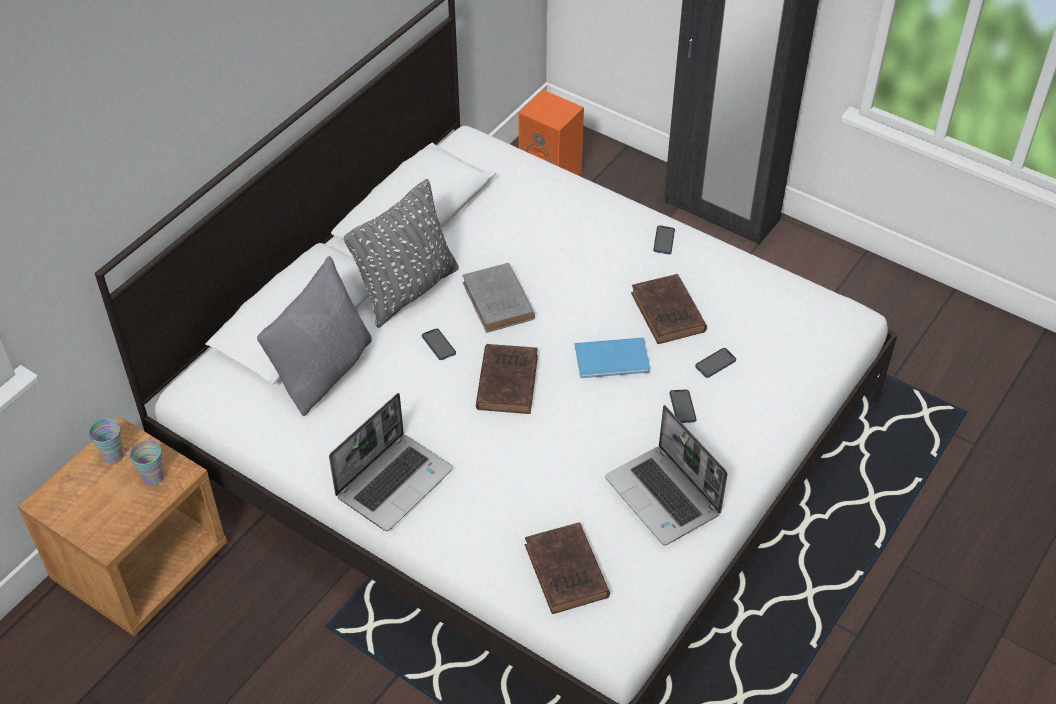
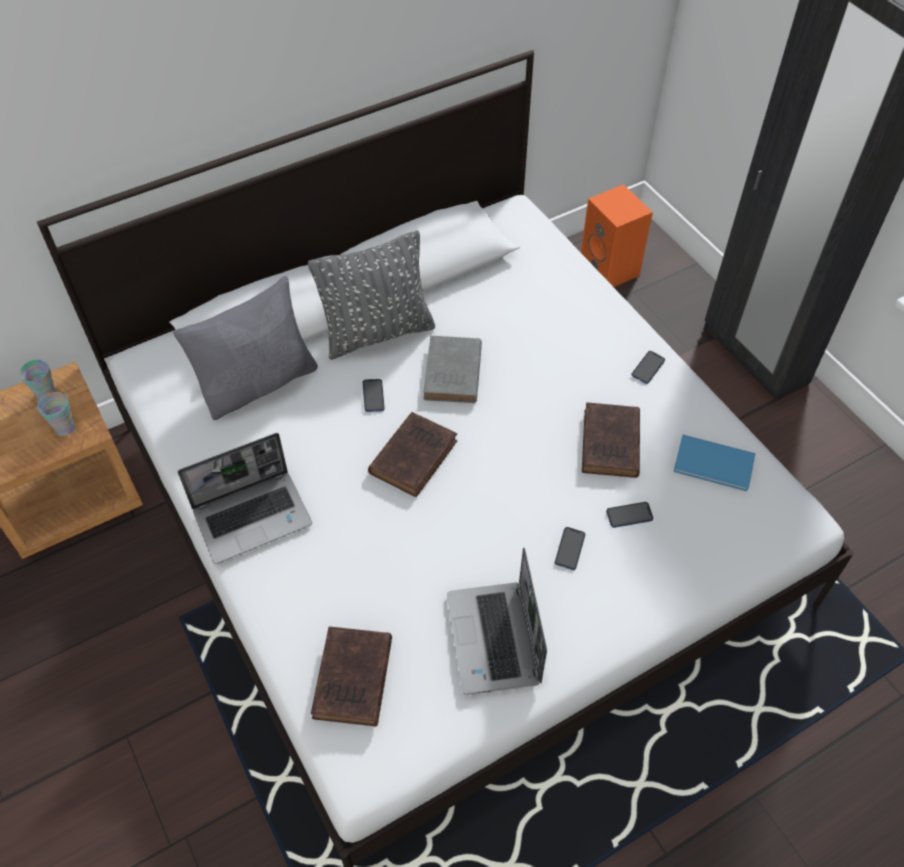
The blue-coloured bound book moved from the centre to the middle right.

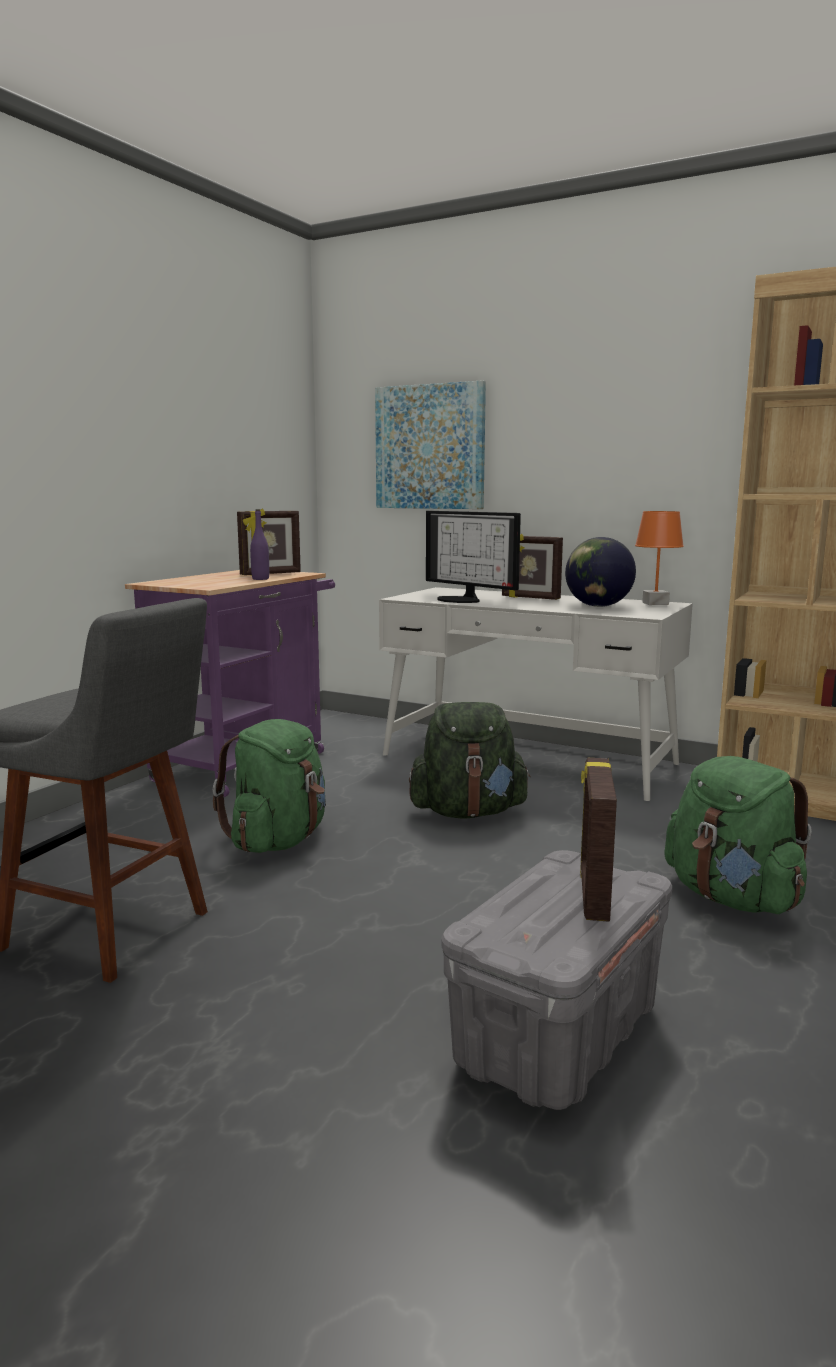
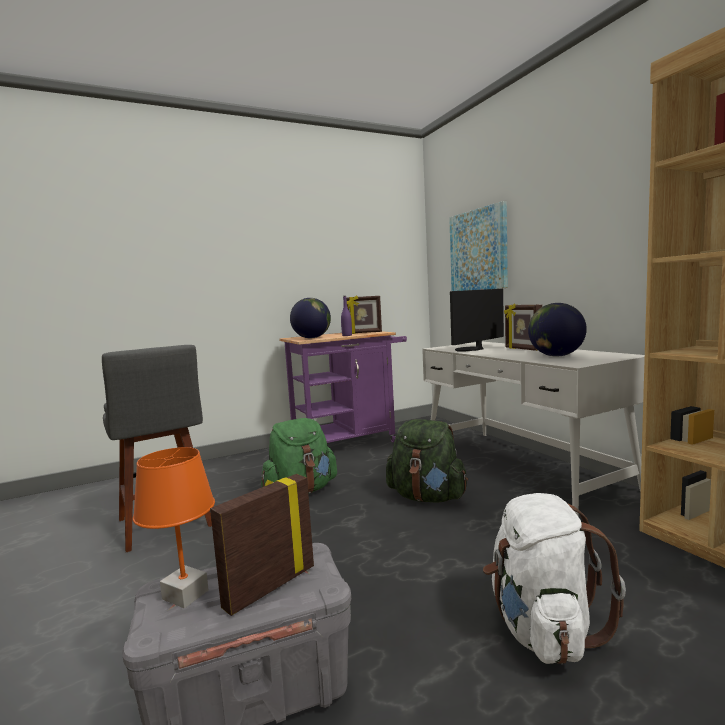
The computer display at the centre turned 60 degrees clockwise.
The orangey table lamp moved from the middle right to the bottom left.
The green knapsack (no. 3 from left) at the middle right became the white knapsack at the bottom right.
The globe (no. 1 from left) at the centre appeared.

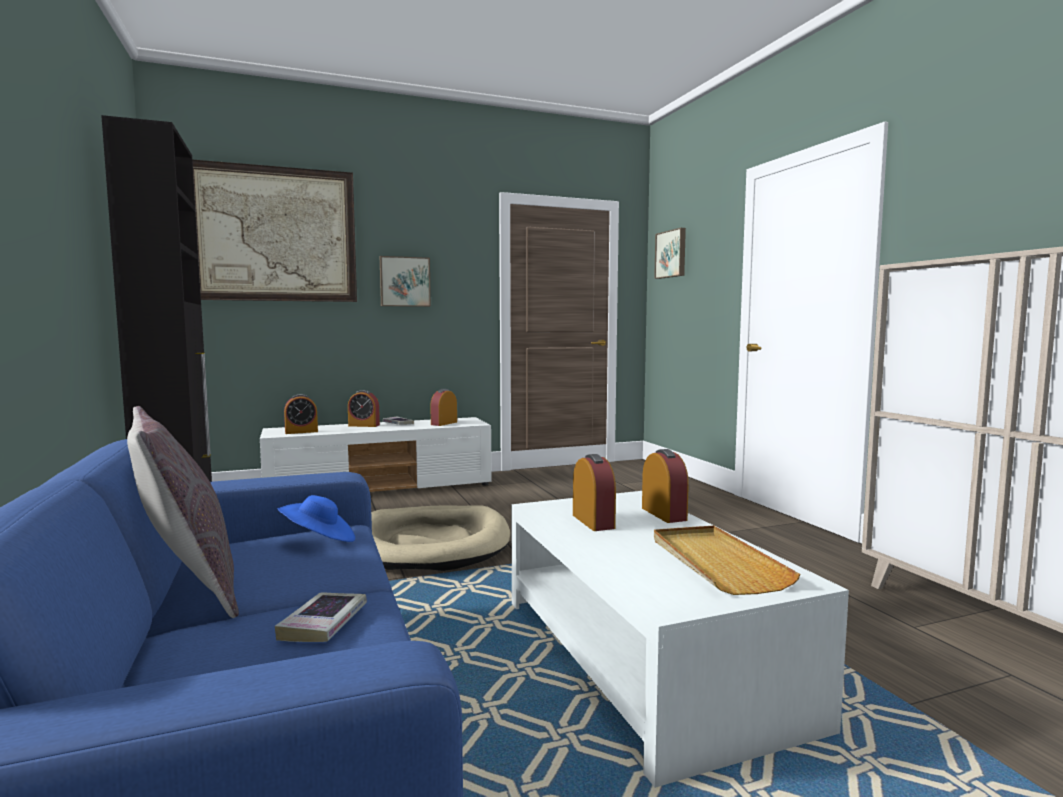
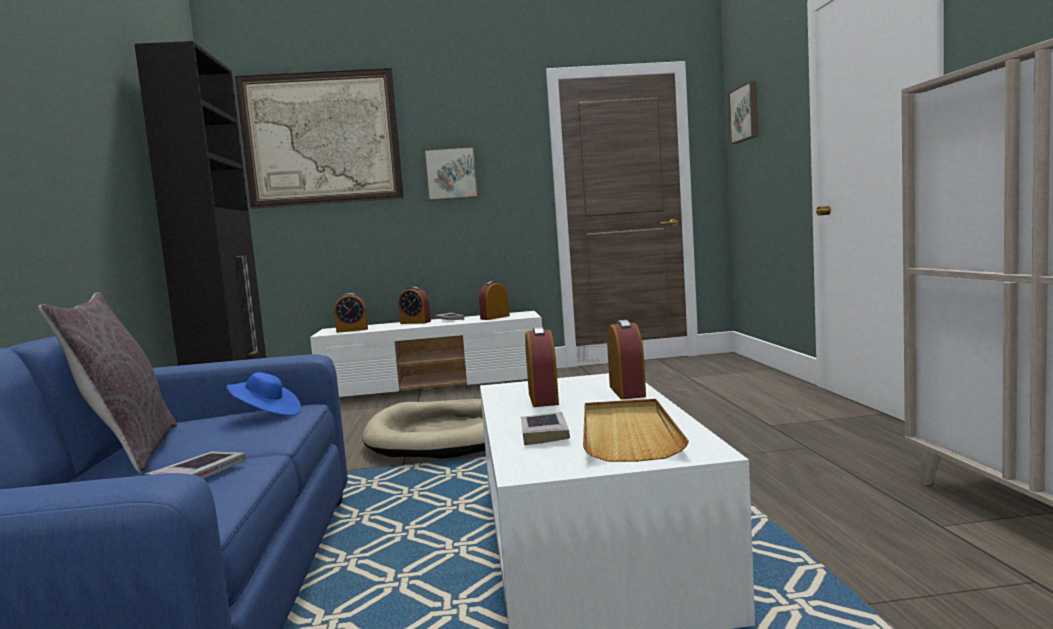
The bound book (no. 3 from left) at the bottom centre appeared.

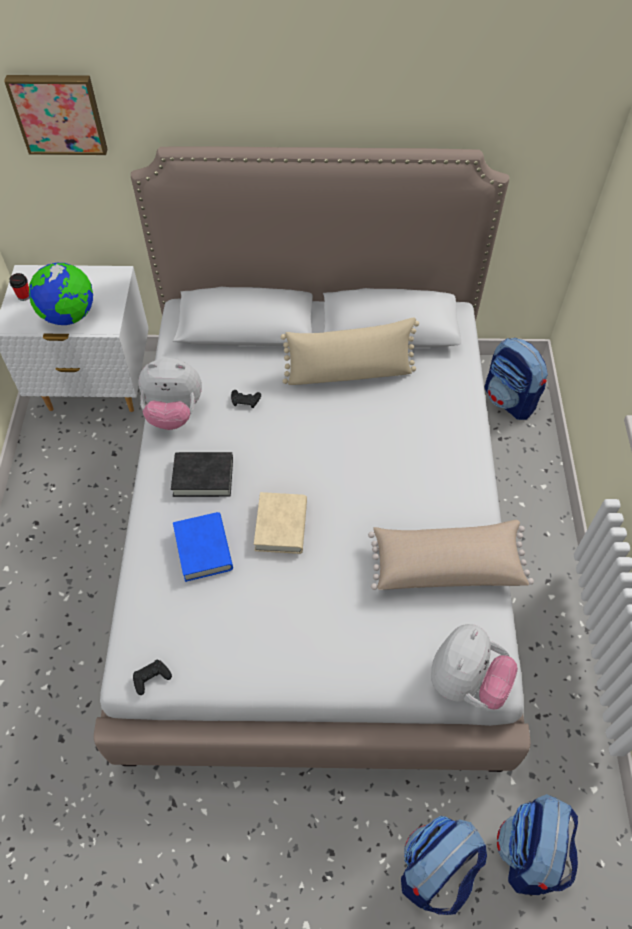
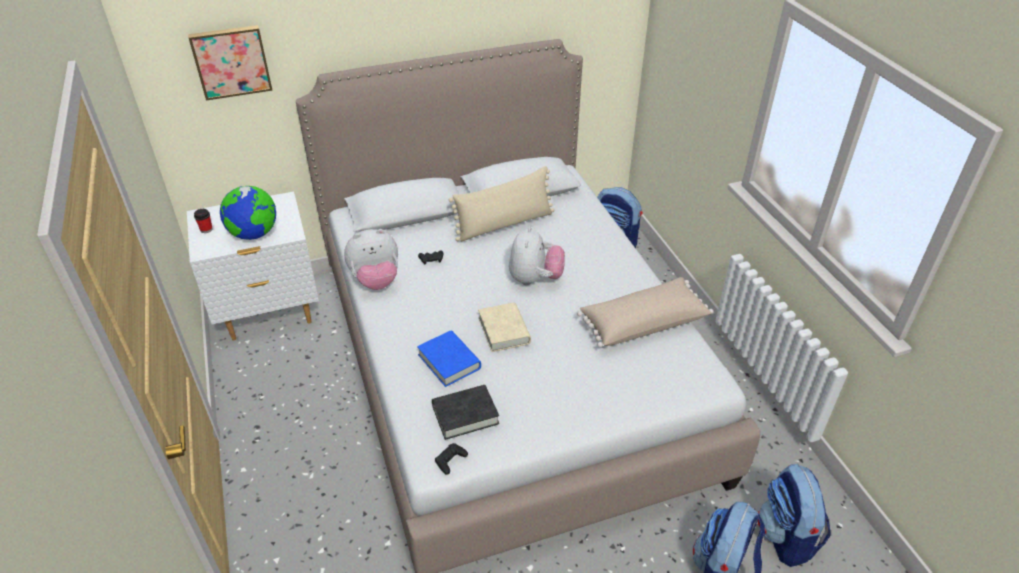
The blackish bound book moved from the middle left to the bottom centre.
The plush toy (no. 2 from left) moved from the bottom right to the centre.

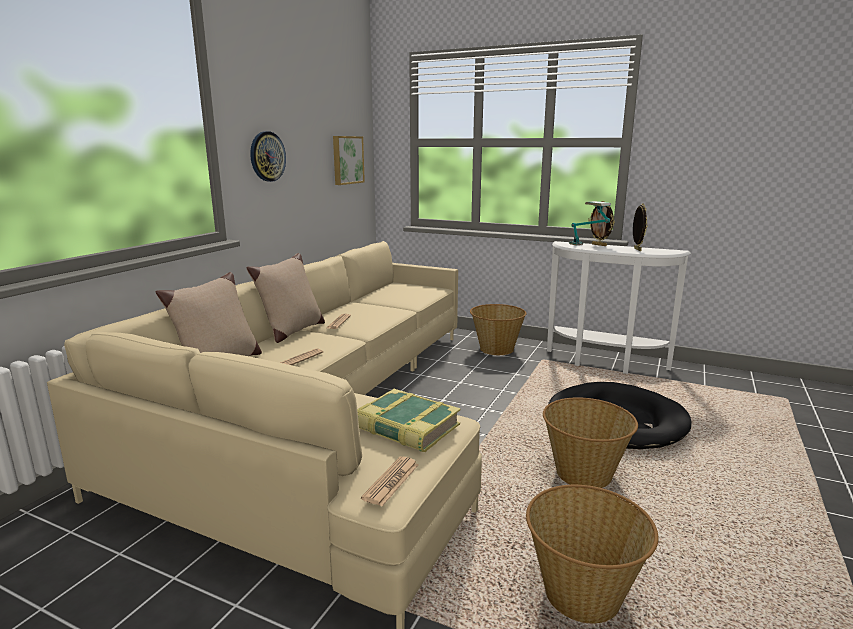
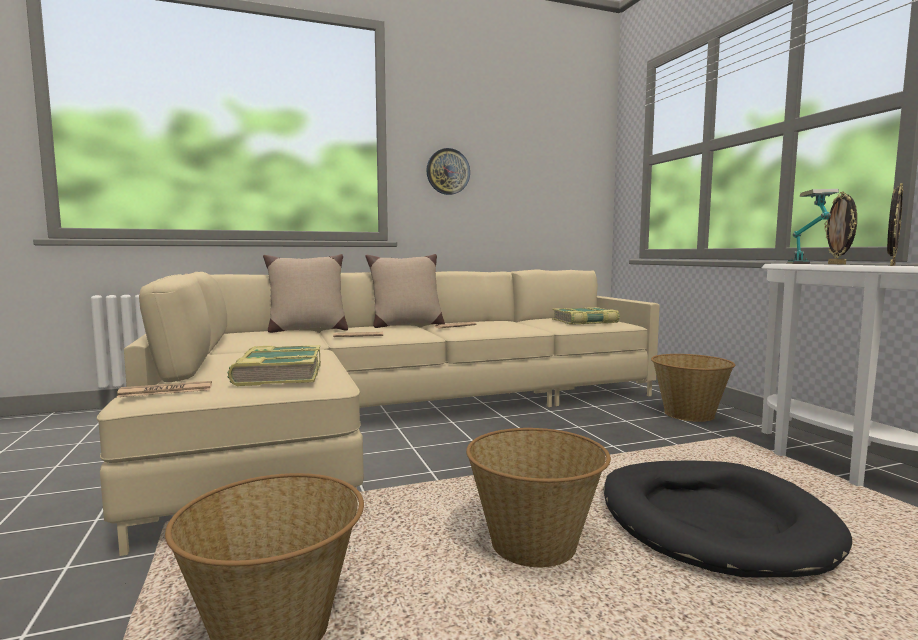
The picture at the top centre disappeared.
The bound book (no. 2 from left) at the centre appeared.

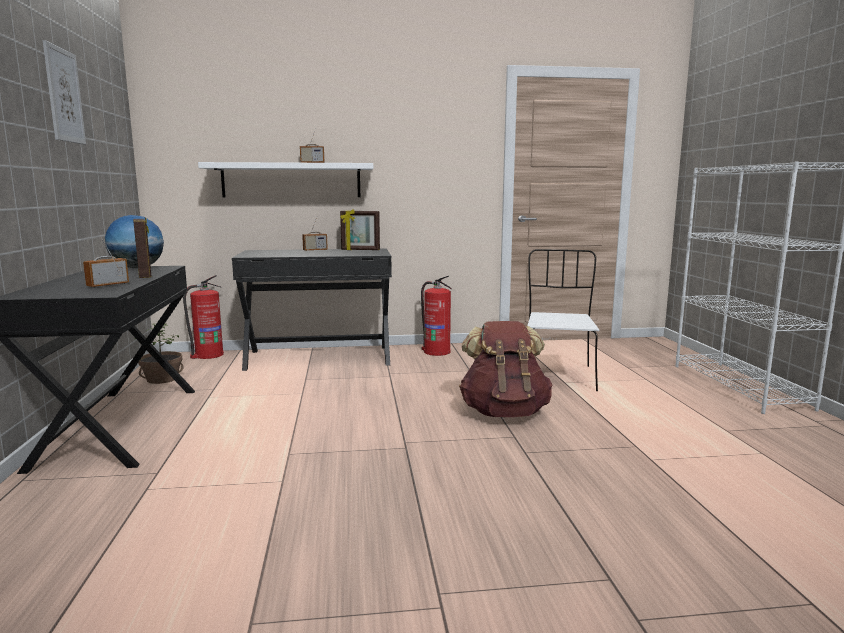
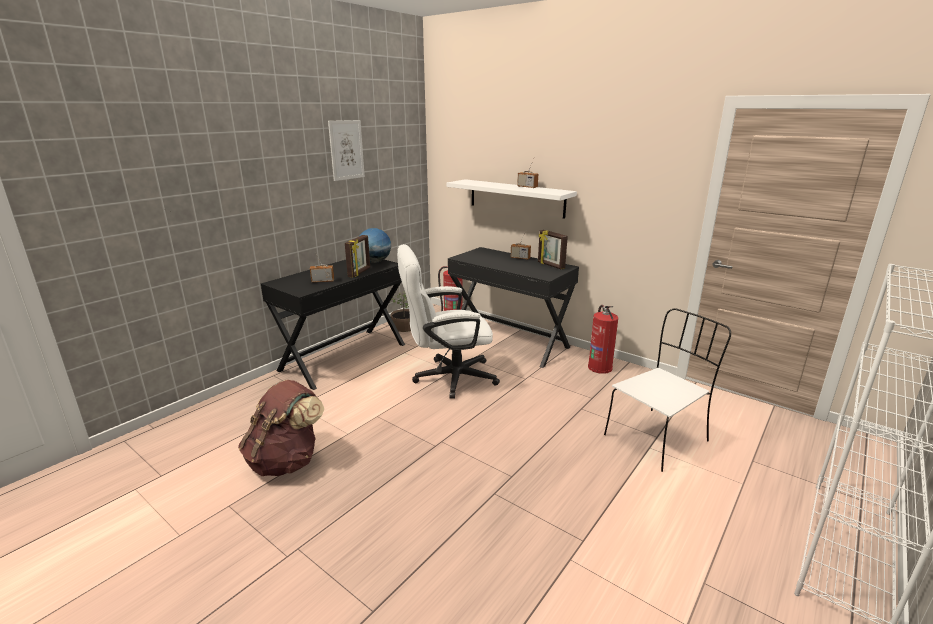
The brown knapsack moved from the centre to the bottom left.
The white computer chair at the centre appeared.

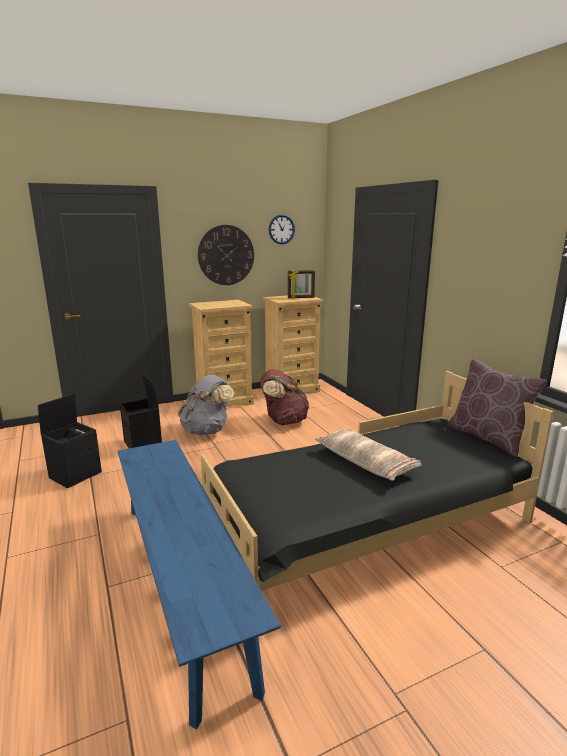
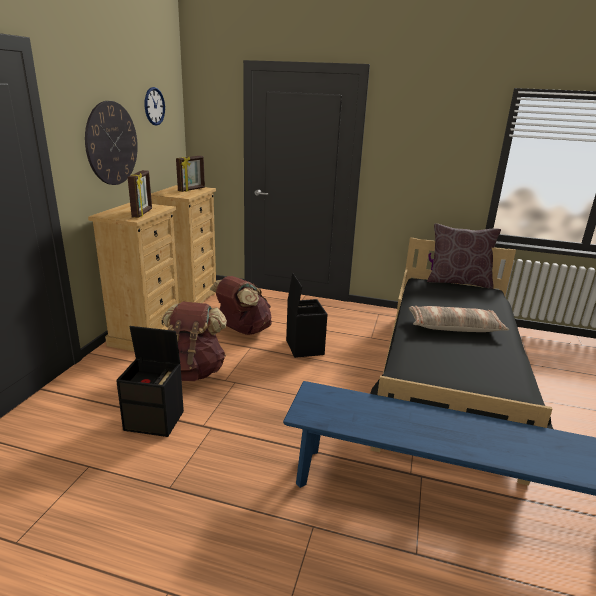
The blackish storage bin (no. 1 from left in the first image) moved from the middle left to the centre.
The grey knapsack at the centre became the brown knapsack (no. 1 from left) at the middle left.
The picture frame (no. 1 from left) at the top left appeared.

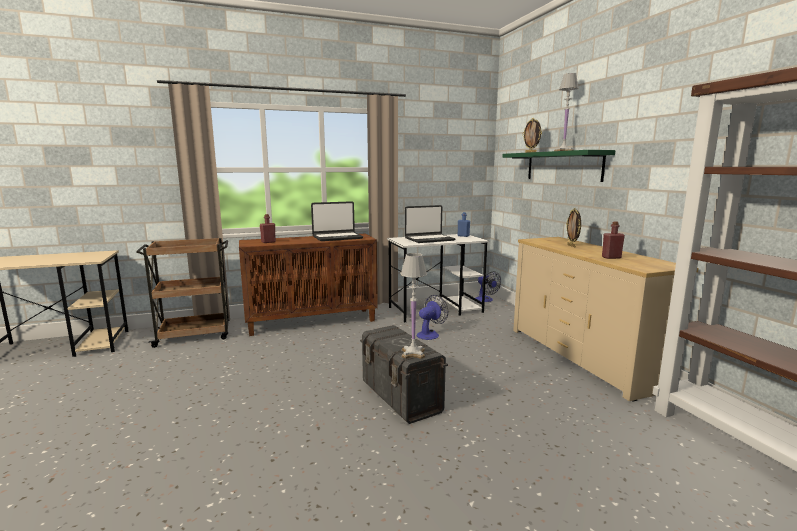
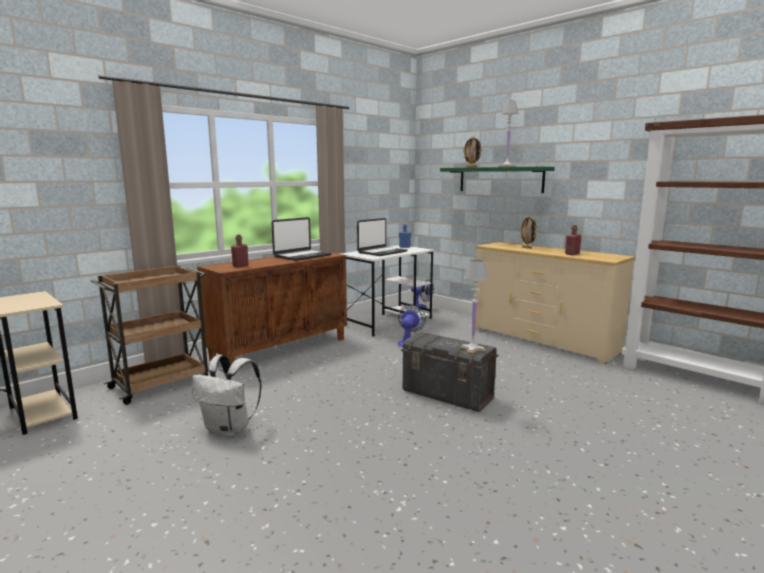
The white knapsack at the bottom left appeared.

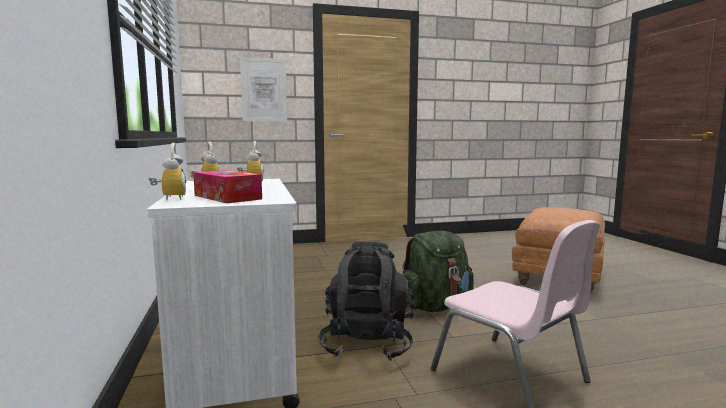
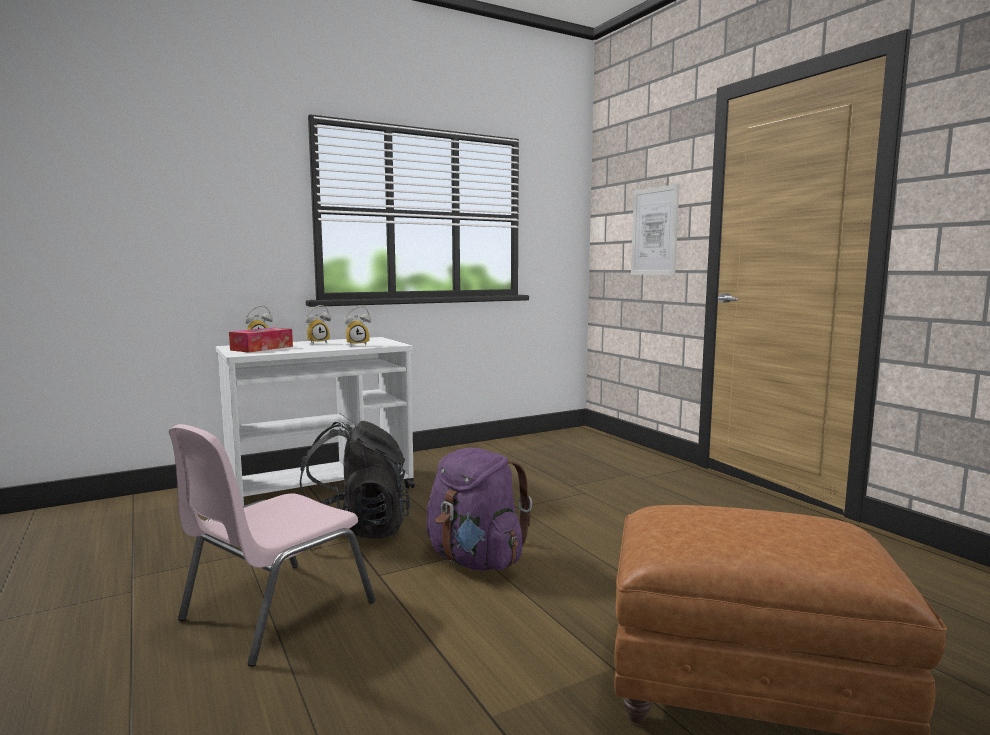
The green knapsack at the centre became the purple knapsack at the bottom centre.

